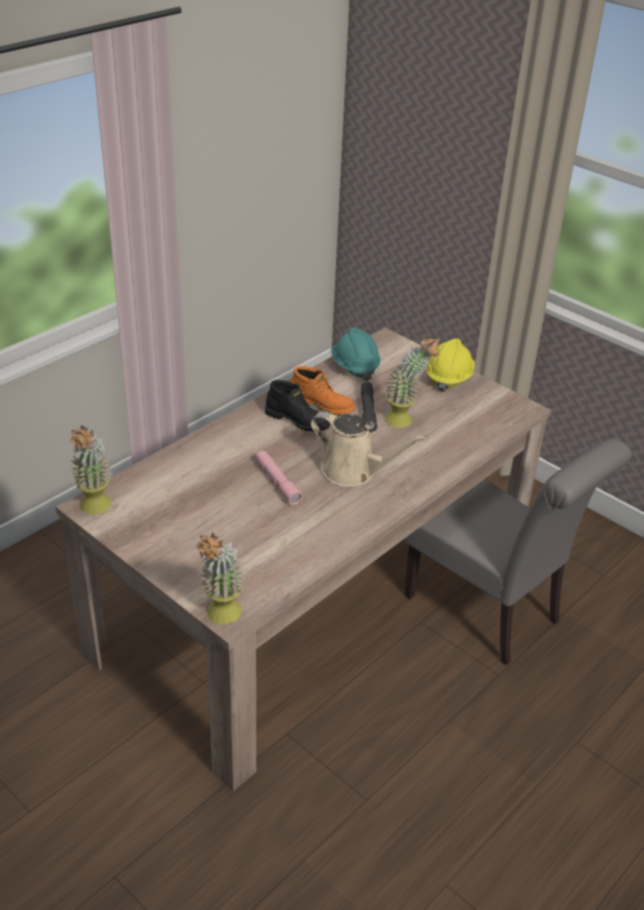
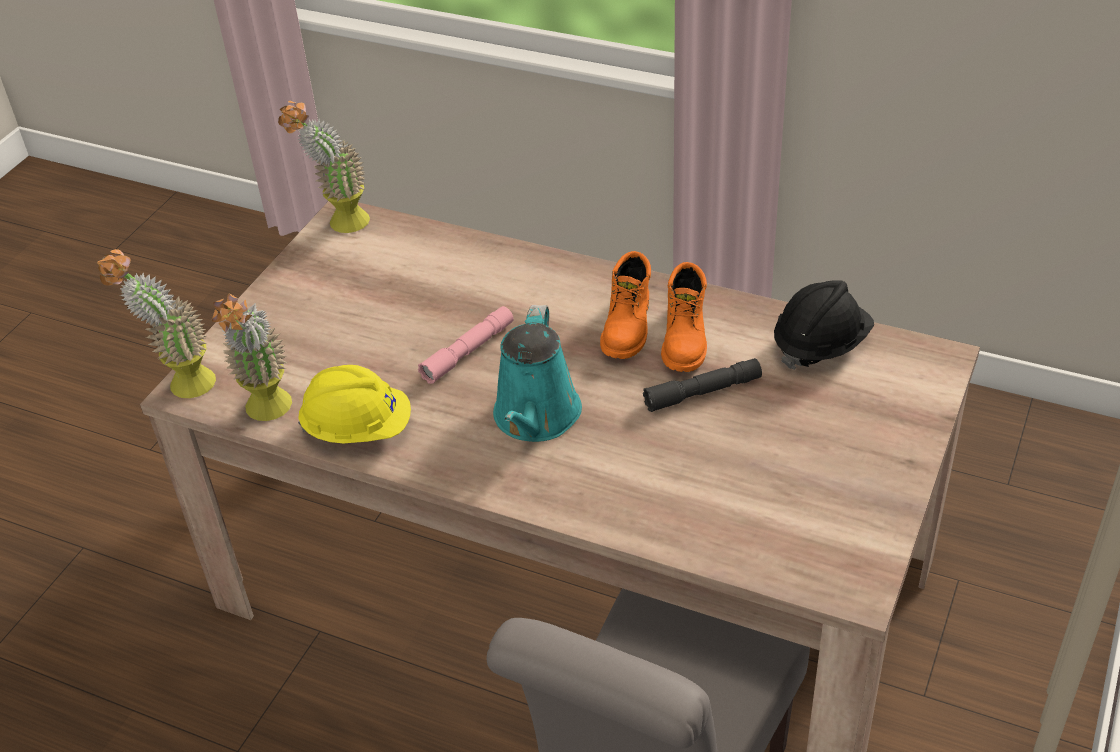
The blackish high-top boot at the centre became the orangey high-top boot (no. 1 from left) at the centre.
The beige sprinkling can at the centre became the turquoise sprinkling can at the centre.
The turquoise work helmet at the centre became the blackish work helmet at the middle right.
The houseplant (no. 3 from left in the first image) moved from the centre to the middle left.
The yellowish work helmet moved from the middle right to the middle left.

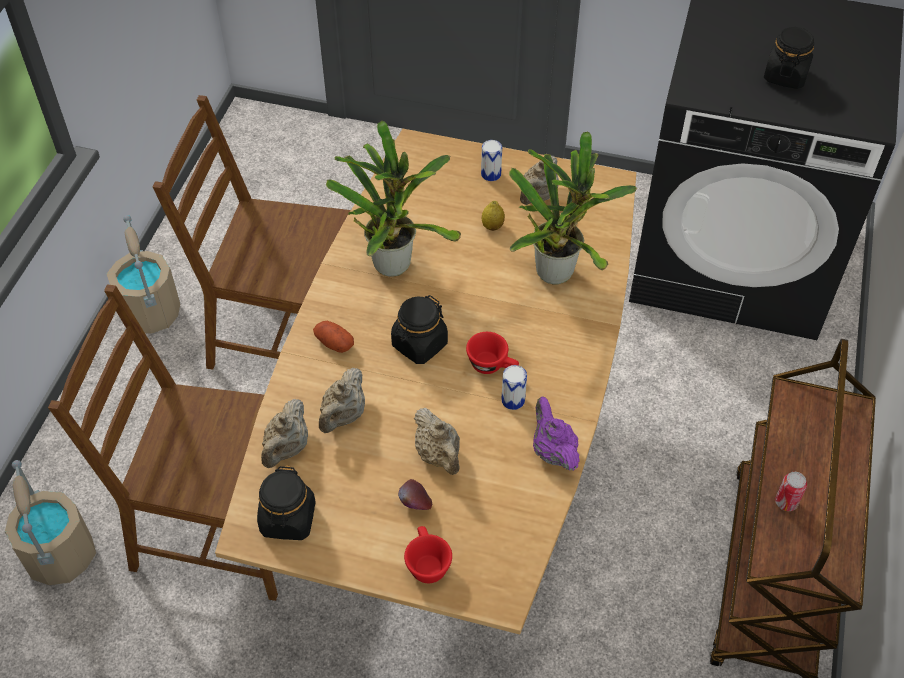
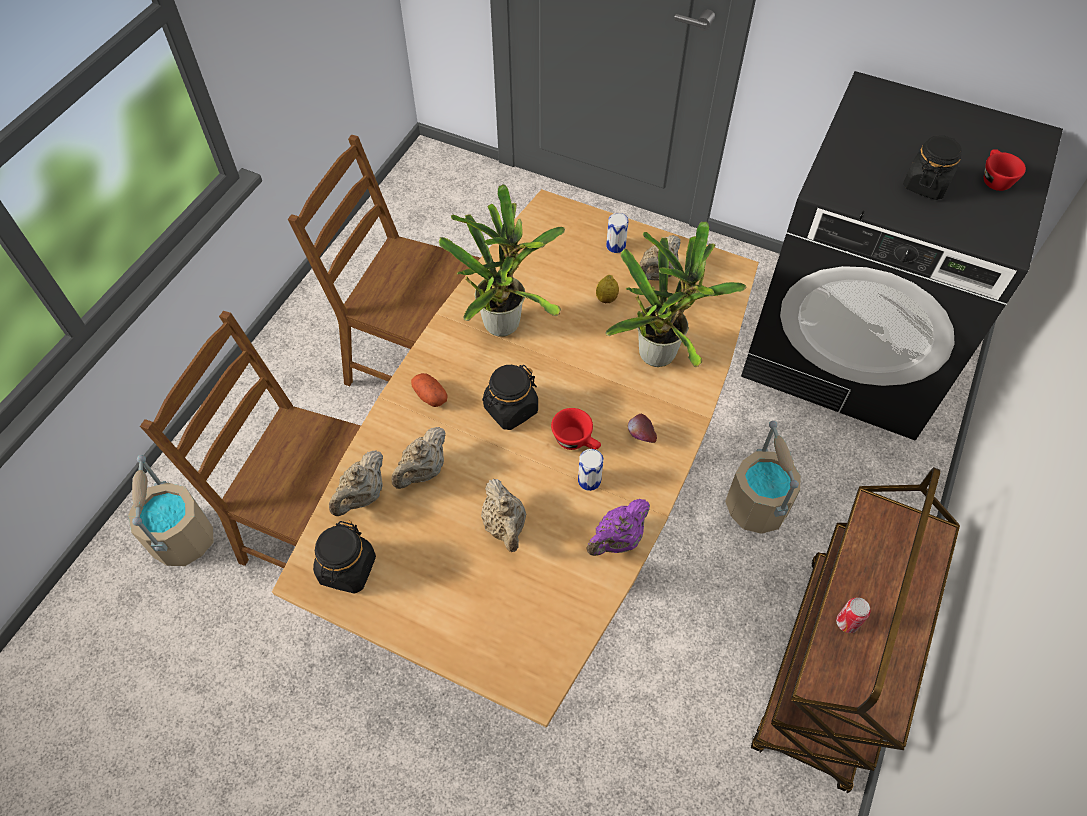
The beige water bucket (no. 2 from left) moved from the middle left to the middle right.
The whole apple moved from the bottom centre to the centre.
The reddish small cup (no. 1 from left in the first image) moved from the bottom centre to the top right.
The purple tea pot at the centre turned 120 degrees counterclockwise.

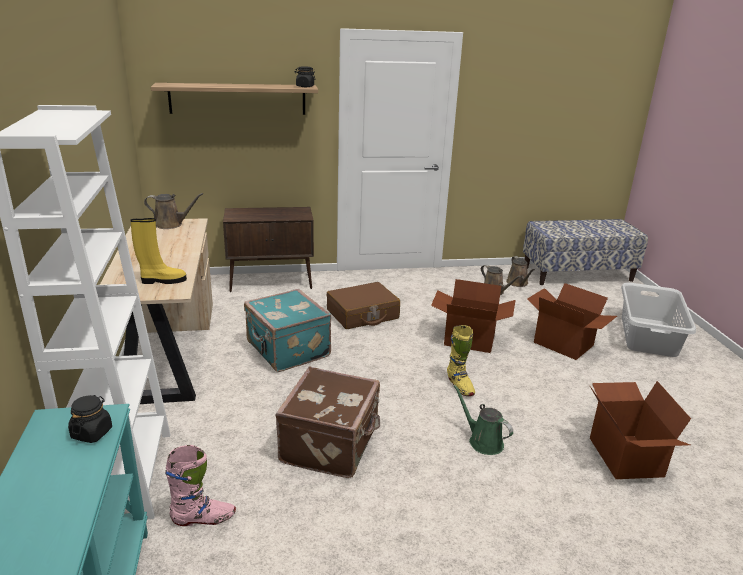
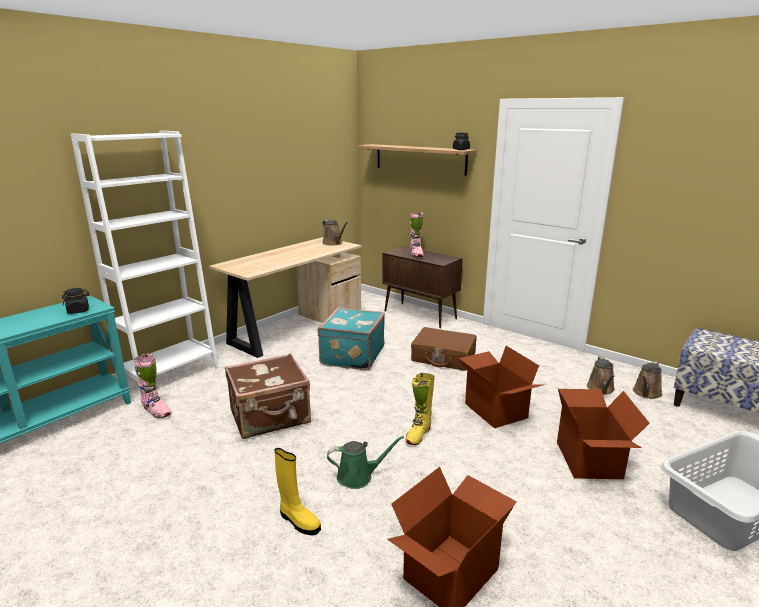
The yellowish high-top boot (no. 1 from left) moved from the middle left to the bottom centre.
The green sprinkling can at the bottom centre turned 75 degrees clockwise.
The pinkish high-top boot (no. 2 from left) at the centre appeared.

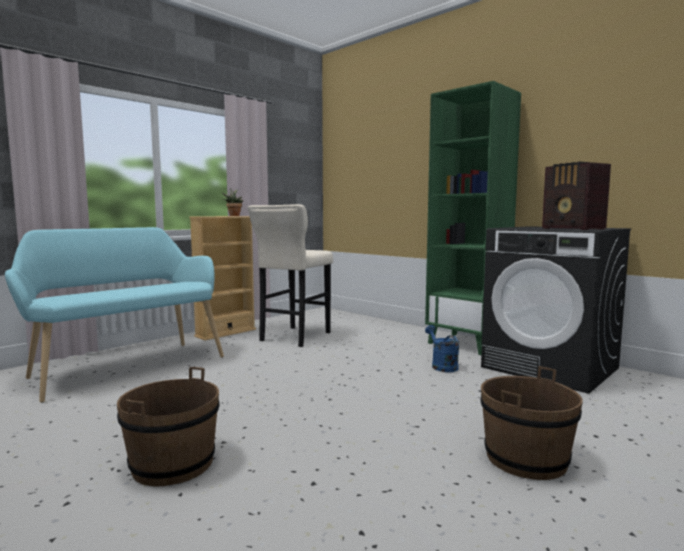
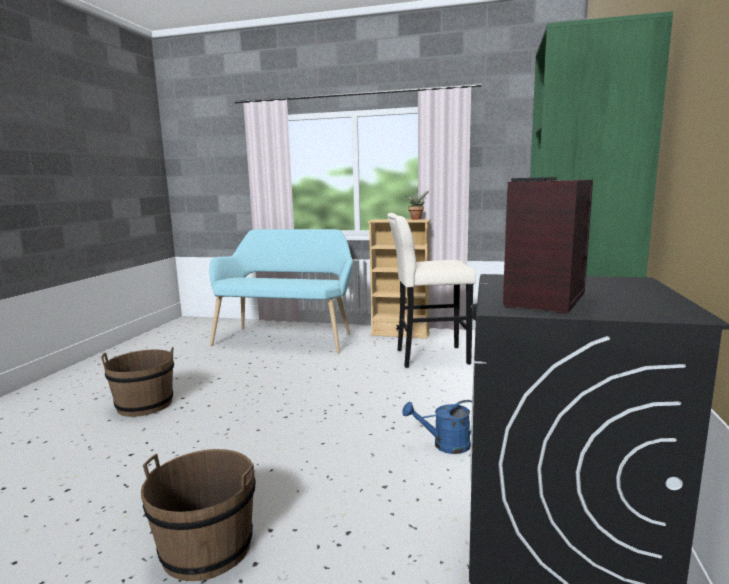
The blue-coloured sprinkling can at the centre turned 135 degrees counterclockwise.

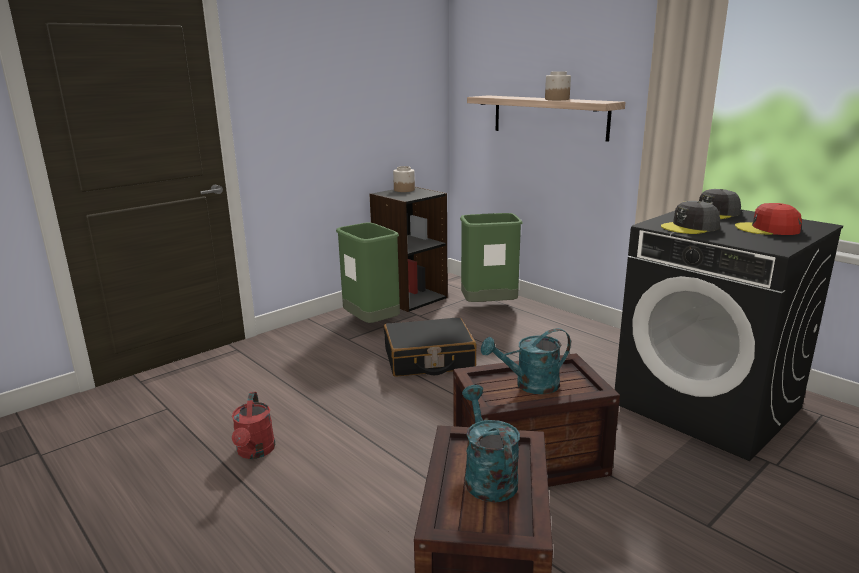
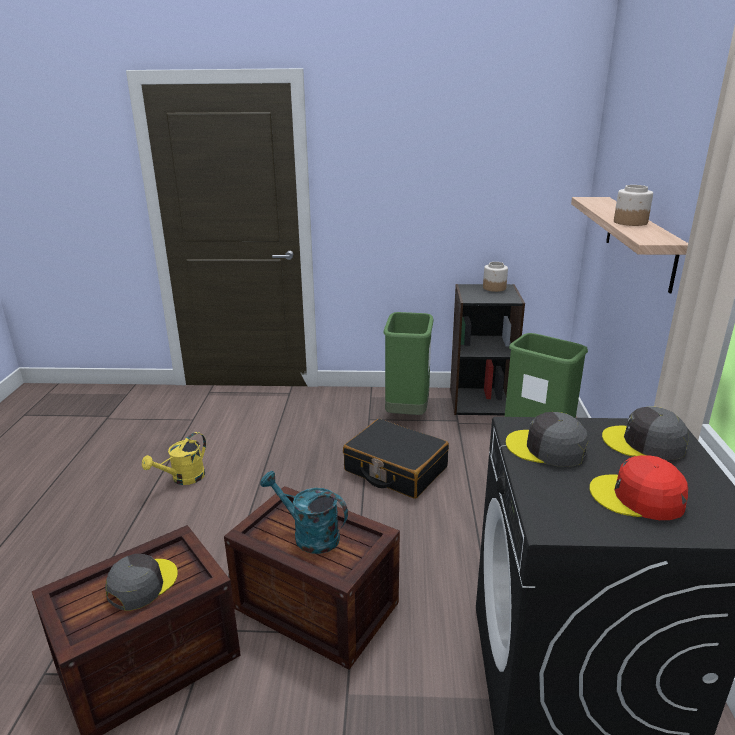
The reddish sprinkling can at the bottom left became the yellowish sprinkling can at the middle left.
The turquoise sprinkling can (no. 1 from left) at the bottom centre was replaced by the grey baseball cap (no. 1 from left) at the bottom left.
The reddish baseball cap at the middle right turned 45 degrees counterclockwise.

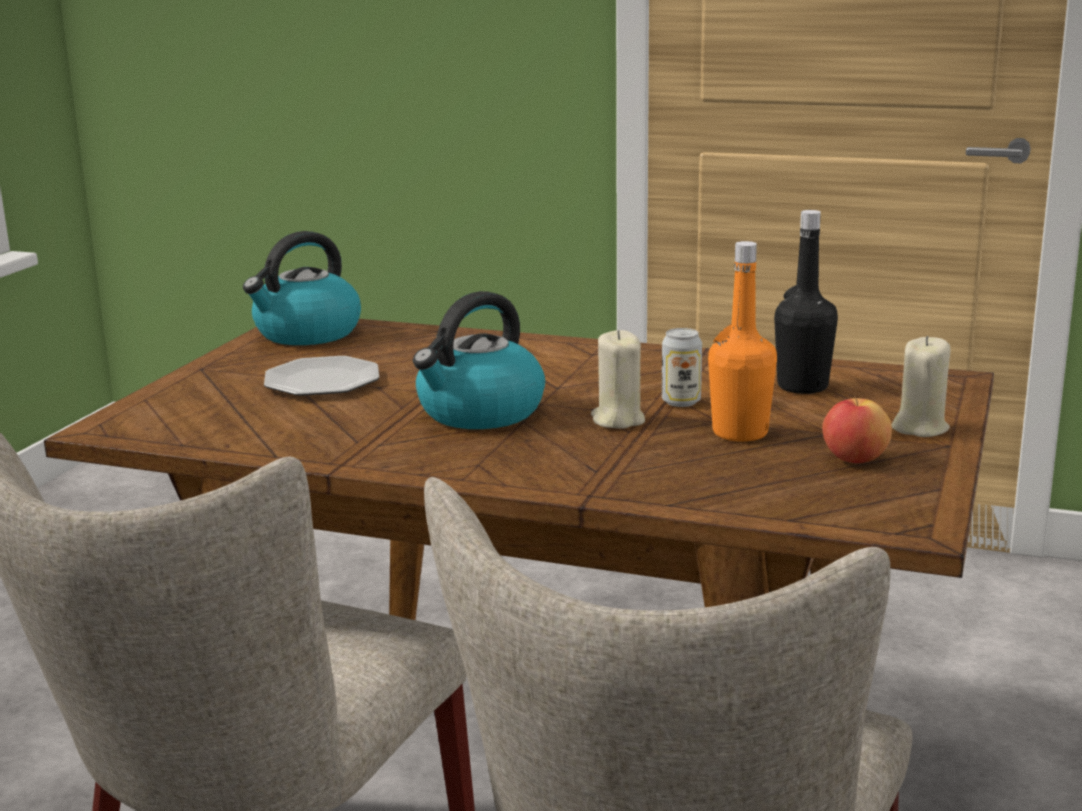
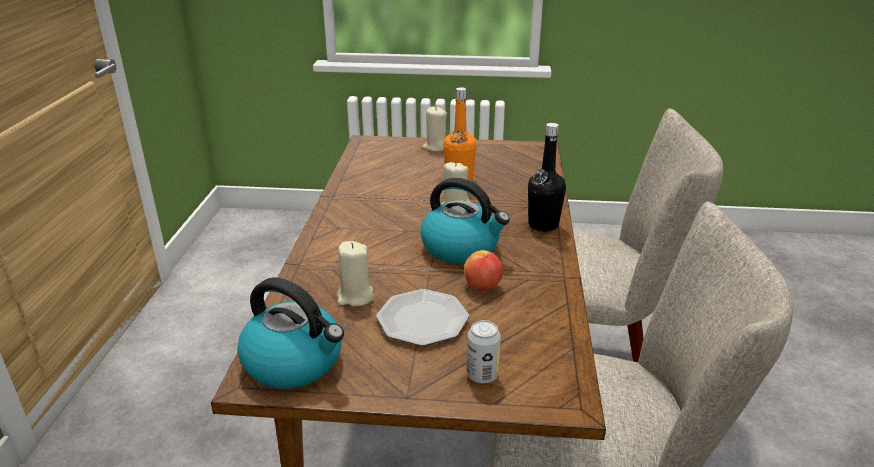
The metal can moved from the centre to the bottom centre.
The blackish beverage bottle moved from the middle right to the centre.
The whole apple moved from the middle right to the centre.
The beige wax light (no. 1 from left) at the centre appeared.

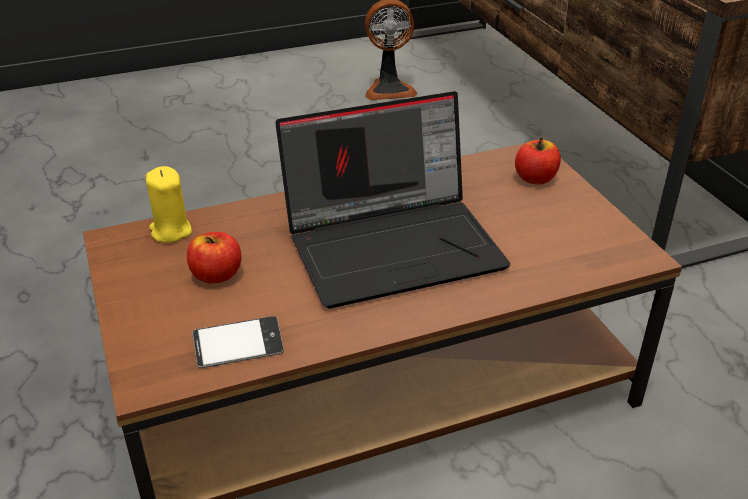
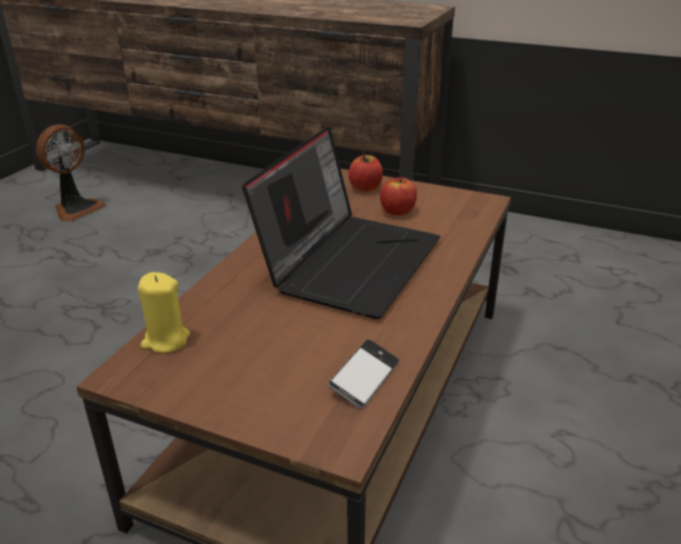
The whole apple (no. 1 from left in the first image) moved from the middle left to the centre.

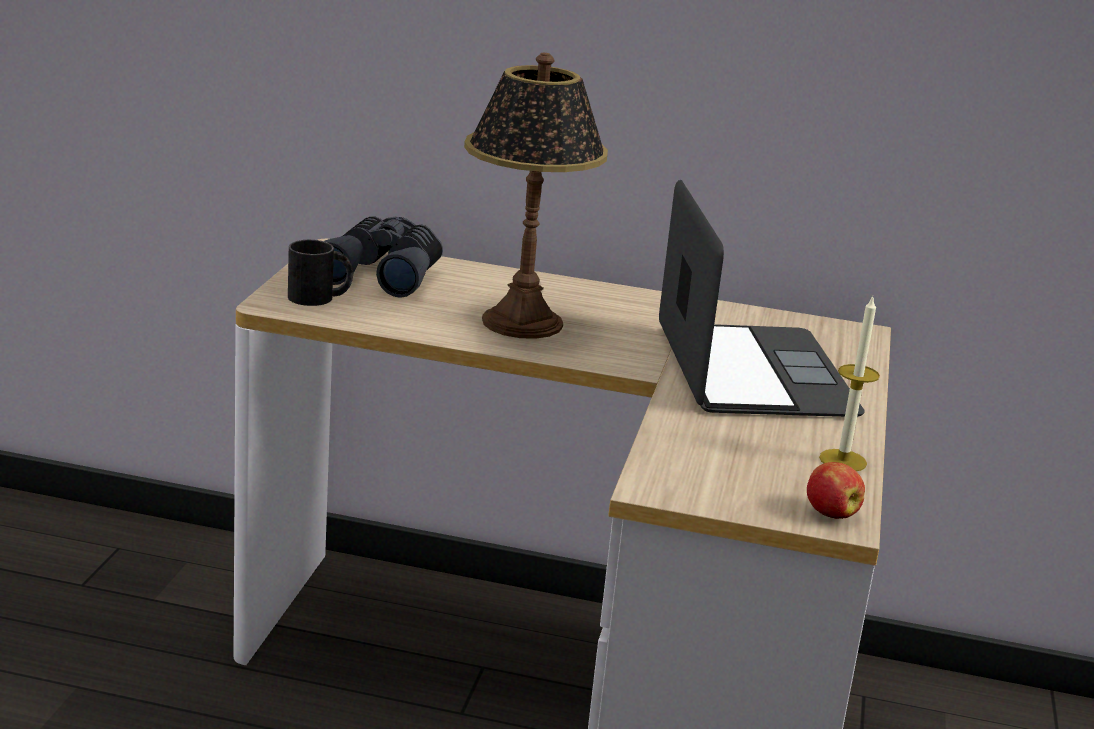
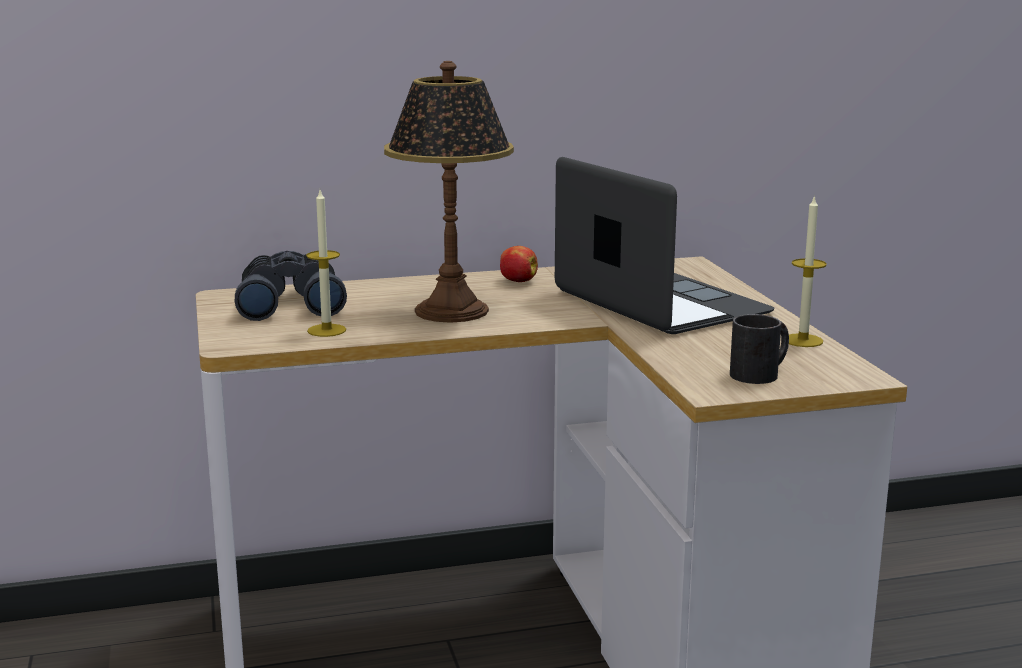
The blackish tea mug moved from the middle left to the middle right.
The whole apple moved from the bottom right to the centre.
The wax light (no. 1 from left) at the middle left appeared.

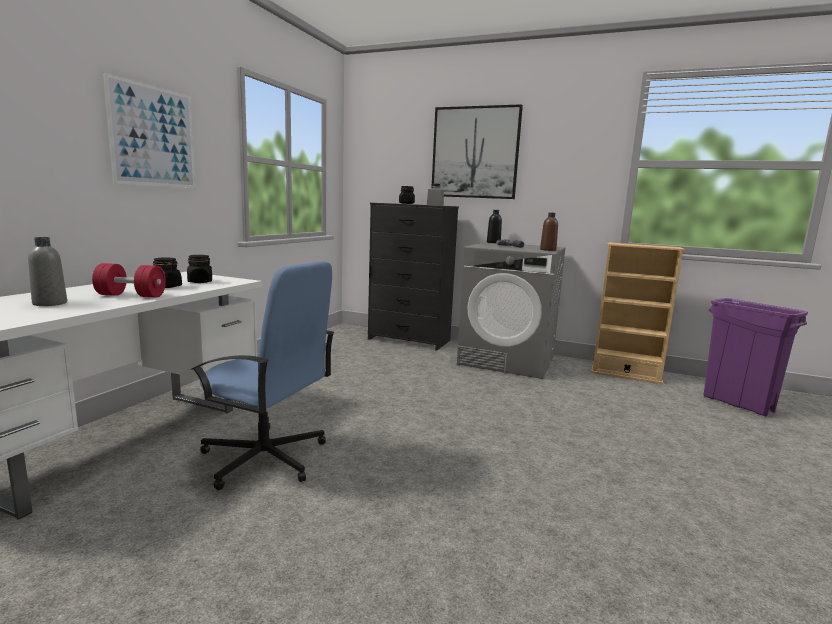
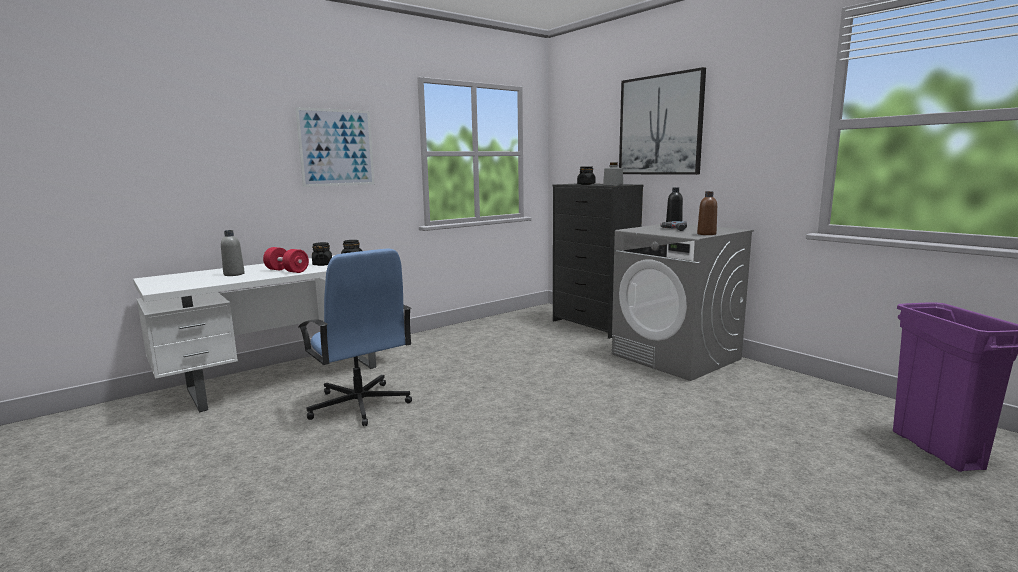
The beige shelving unit at the middle right disappeared.

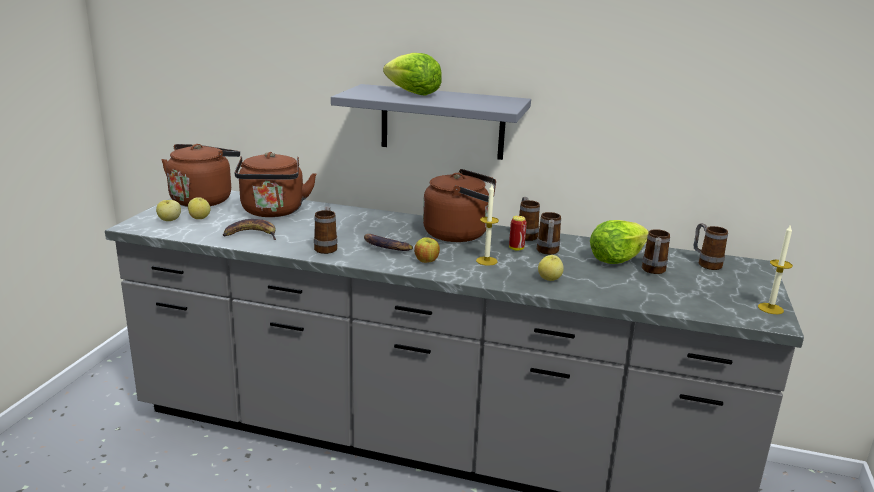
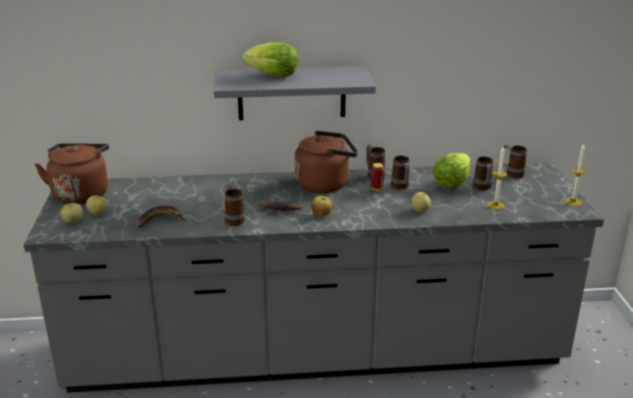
The brown water kettle (no. 2 from left) at the middle left disappeared.
The wax light (no. 1 from left) moved from the centre to the middle right.

